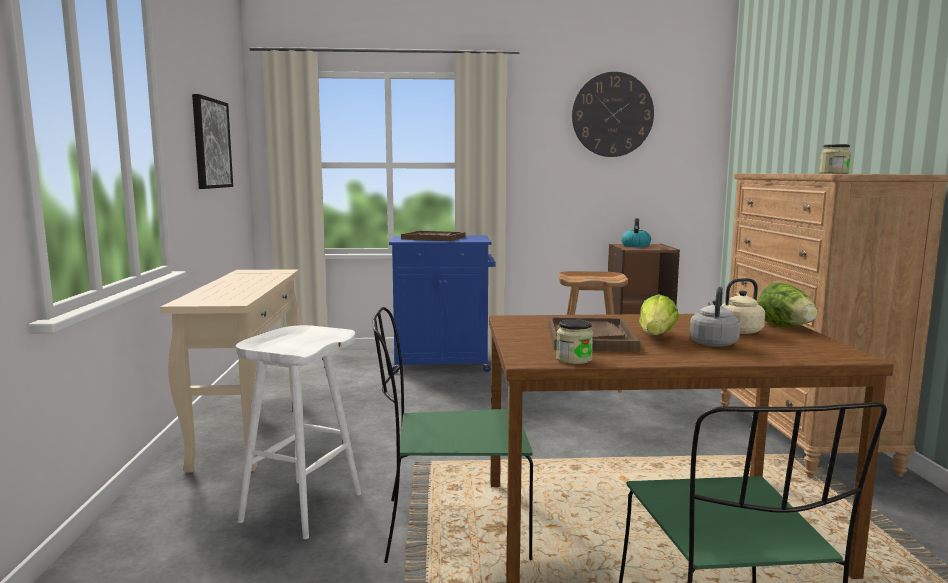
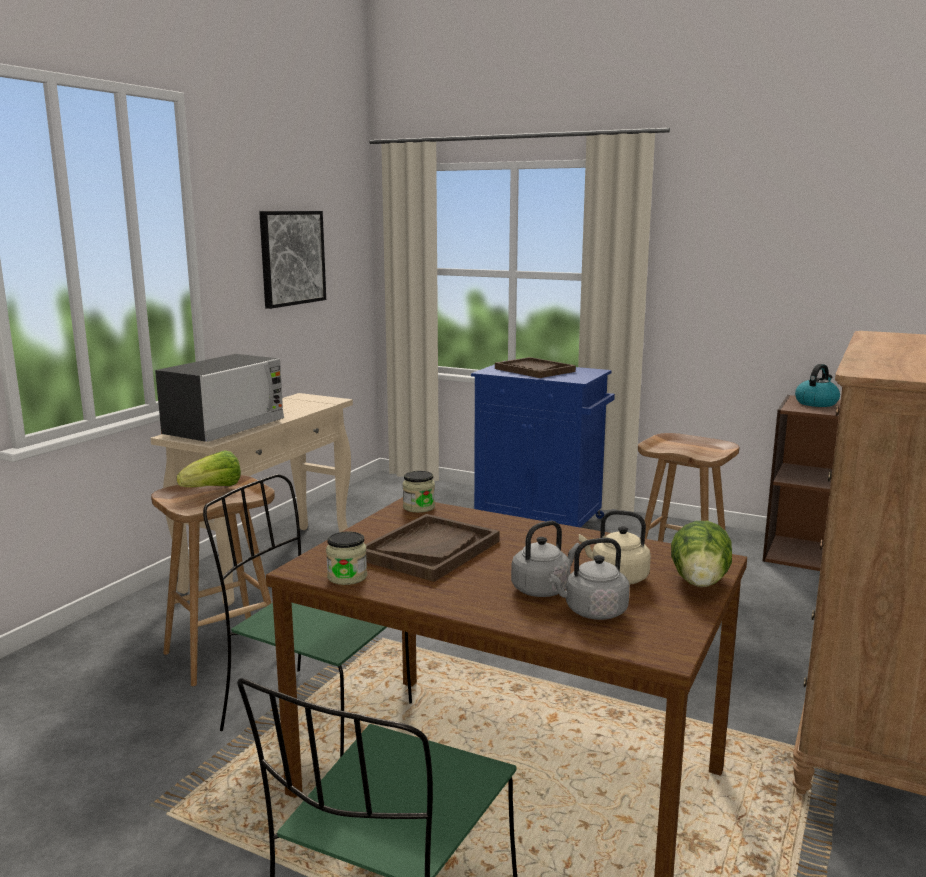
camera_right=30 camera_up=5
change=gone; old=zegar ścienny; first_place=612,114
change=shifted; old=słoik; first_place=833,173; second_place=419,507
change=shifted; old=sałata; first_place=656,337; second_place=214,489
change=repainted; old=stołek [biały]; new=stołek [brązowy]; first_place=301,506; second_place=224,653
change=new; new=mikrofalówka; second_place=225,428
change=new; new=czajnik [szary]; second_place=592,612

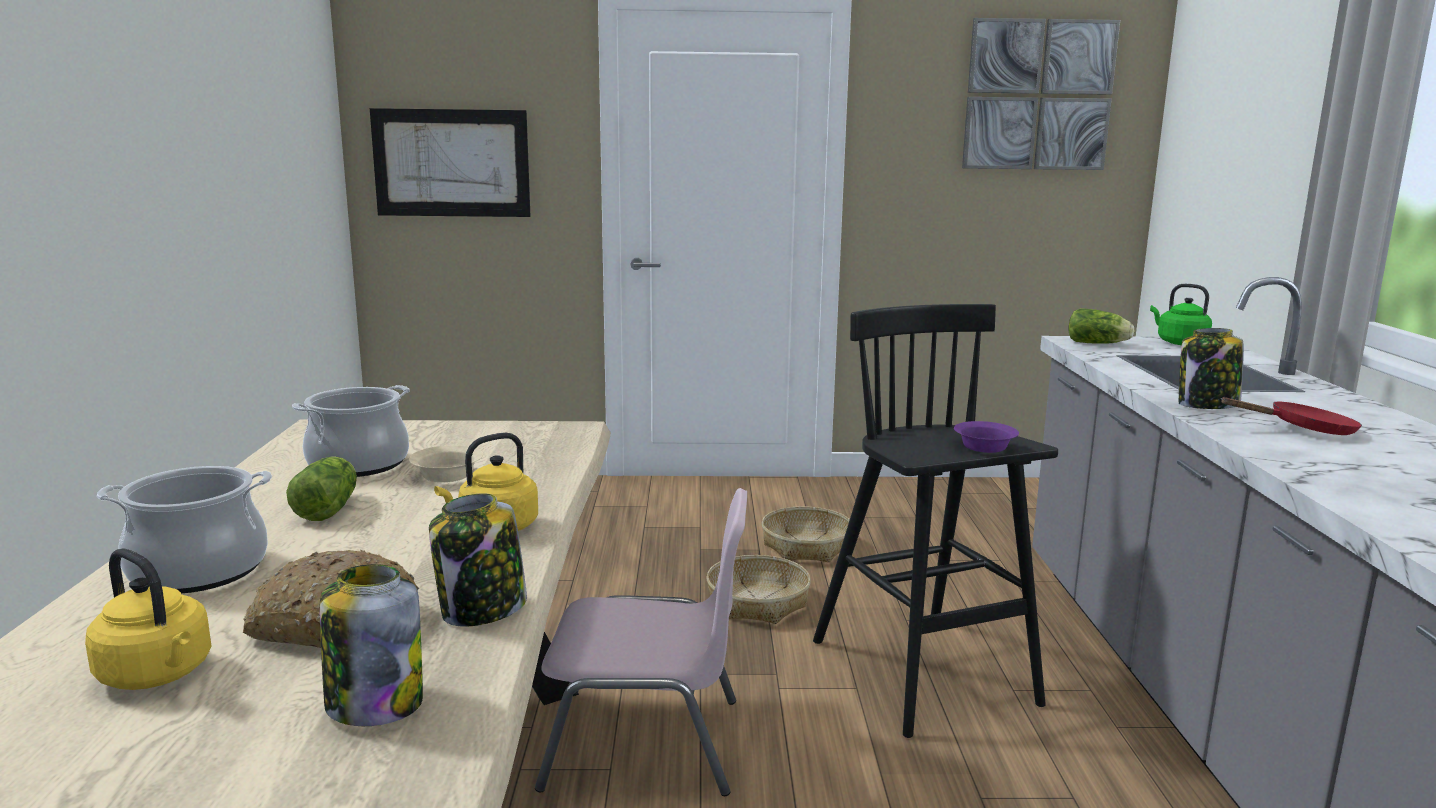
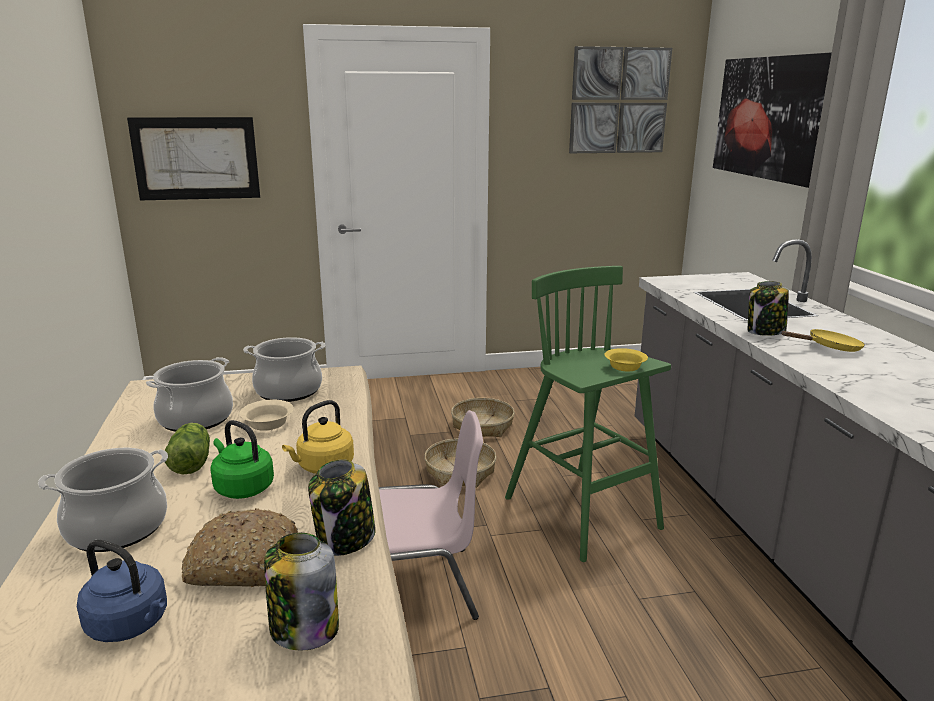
camera_right=-10 camera_up=5
change=shifted; old=czajnik [zielony]; first_place=1179,342; second_place=242,487
change=repainted; old=stołek [czarny]; new=stołek [zielony]; first_place=925,674; second_place=584,514
change=gone; old=sałata; first_place=1099,343
change=repainted; old=patelnia [czerwony]; new=patelnia [żółty]; first_place=1303,429; second_place=829,348
change=repainted; old=miska [fioletowy]; new=miska [żółty]; first_place=985,447; second_place=625,367
change=repainted; old=czajnik [żółty]; new=czajnik [niebieski]; first_place=158,675; second_place=131,624
change=new; new=obraz; second_place=769,118
change=new; new=garnek; second_place=288,391

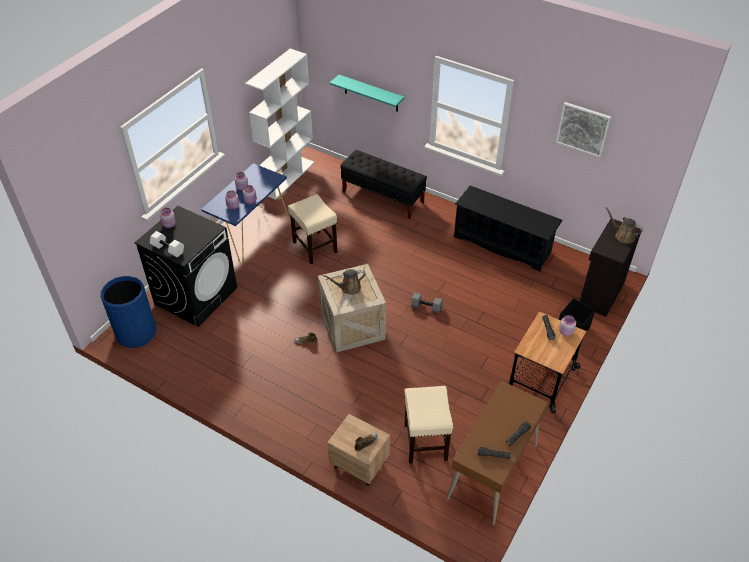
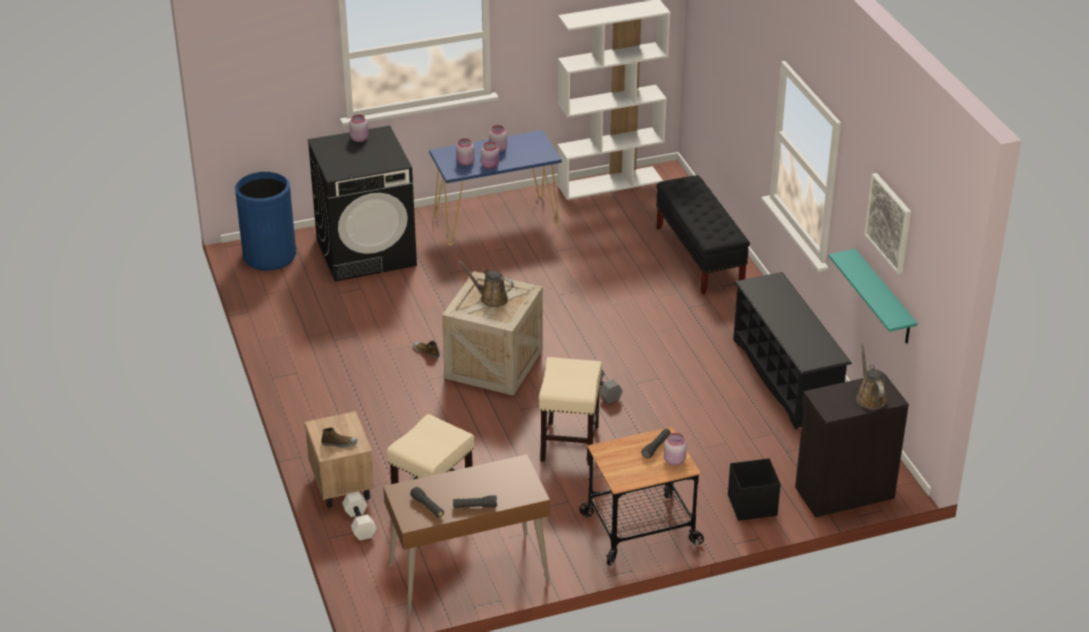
camera_right=40 camera_up=-10
change=shifted; old=półka [turkusowy]; first_place=371,93; second_place=884,298
change=shifted; old=stołek [beżowy]; first_place=314,247; second_place=569,442
change=shifted; old=hantel [biały]; first_place=168,249; second_place=360,524

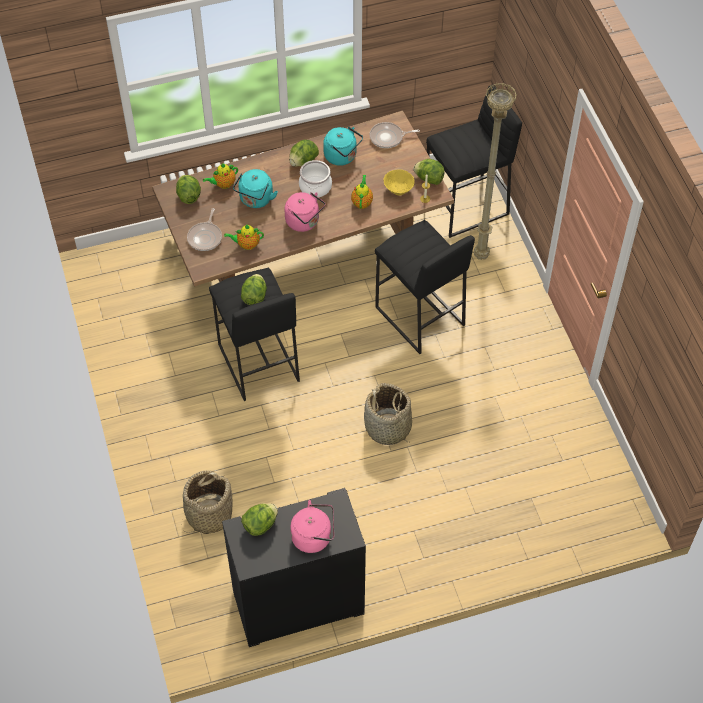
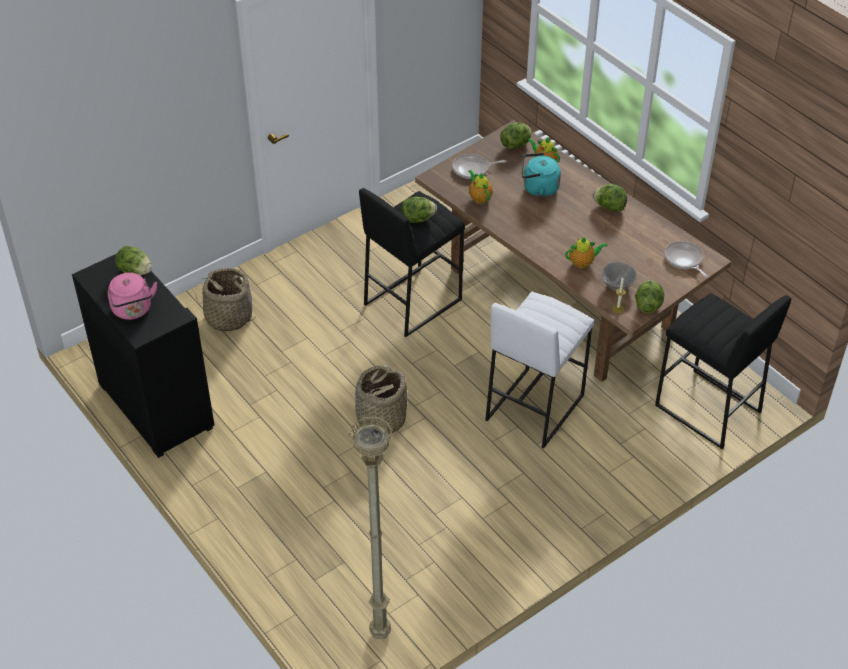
camera_right=70 camera_up=-10
change=shifted; old=lampa stojąca [beżowy]; first_place=482,257; second_place=379,634
change=gone; old=czajnik [turkusowy]; first_place=342,156
change=gone; old=garnek; first_place=315,187
change=repainted; old=miska [żółty]; new=miska [szary]; first_place=398,190; second_place=617,285
change=gone; old=czajnik [różowy]; first_place=304,222
change=repainted; old=stołek [czarny]; new=stołek [biały]; first_place=419,316; second_place=534,407

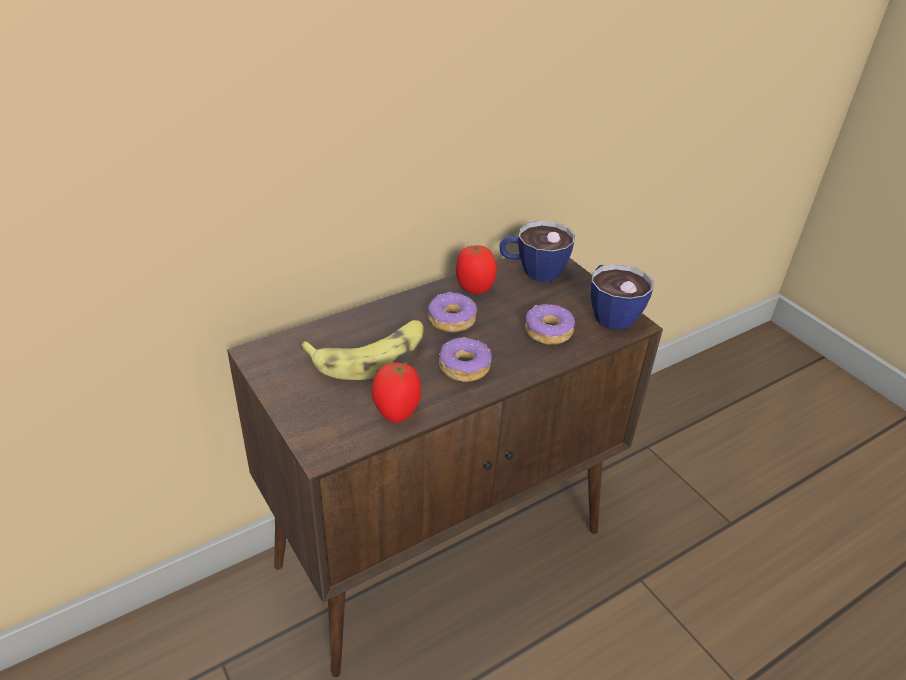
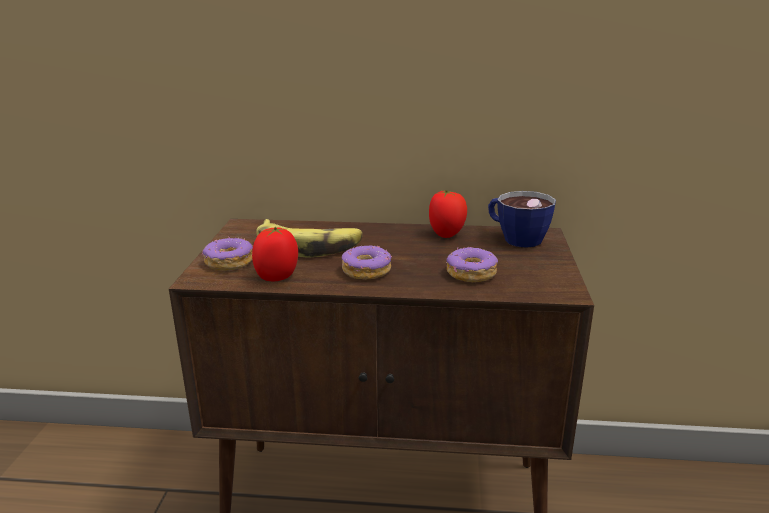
camera_right=40 camera_up=-15
change=gone; old=filiżanka; first_place=609,312
change=shifted; old=donut; first_place=451,320; second_place=228,262

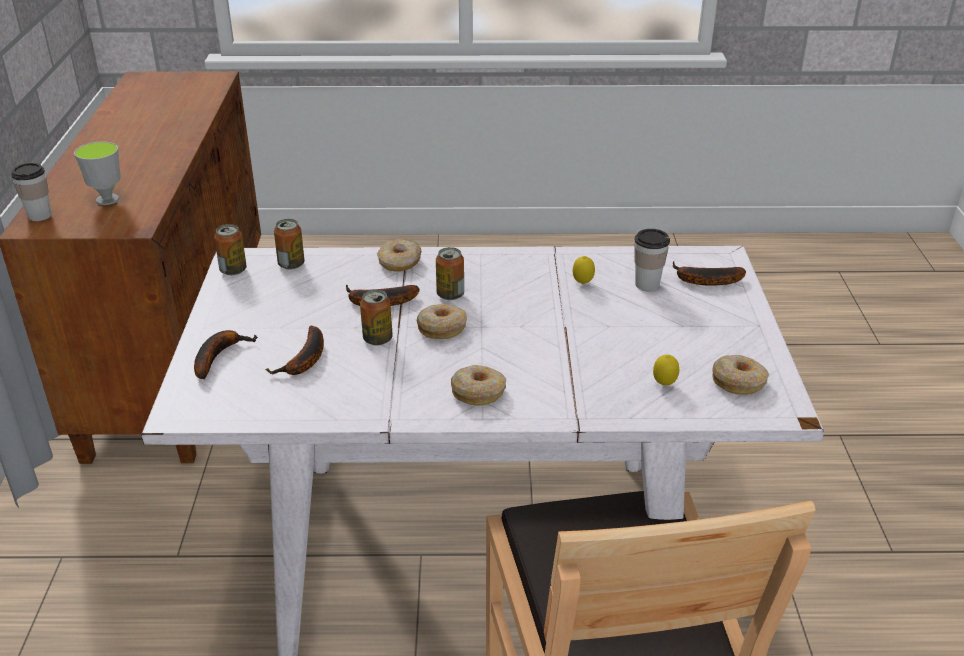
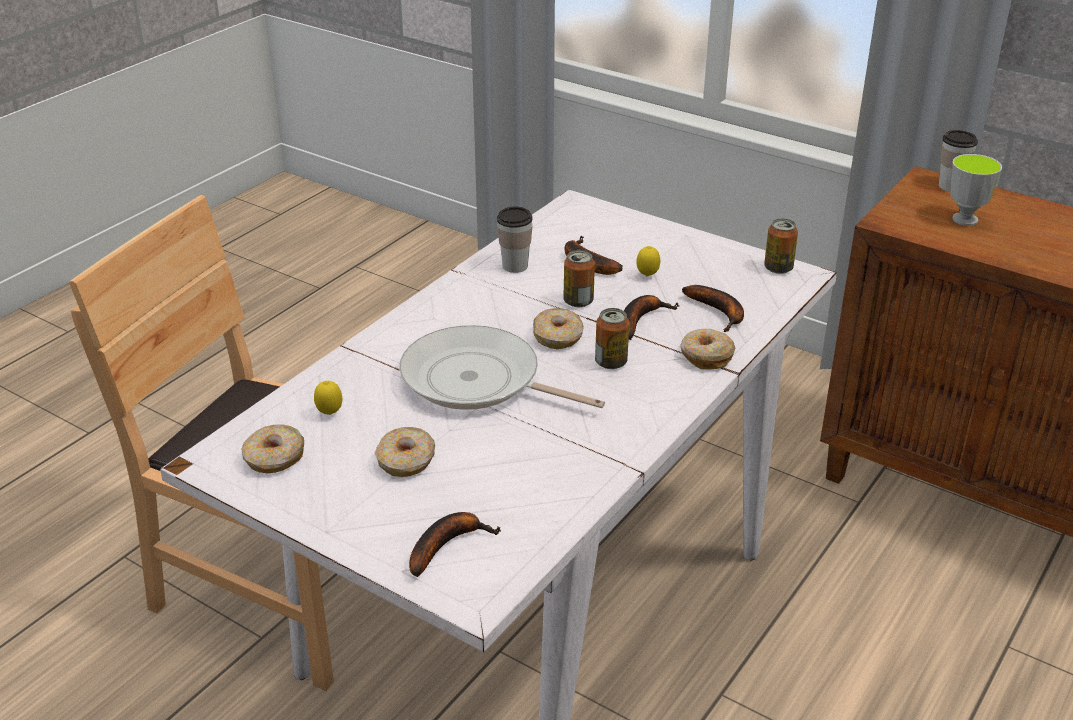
camera_right=125 camera_up=0
change=gone; old=puszka; first_place=291,264
change=shifted; old=filiżanka; first_place=647,284; second_place=515,266
change=shifted; old=cytryna; first_place=582,283; second_place=647,276
change=shifted; old=banan; first_place=218,356; second_place=719,312
change=shifted; old=donut; first_place=478,392; second_place=406,461
change=new; new=patelnia; second_place=478,381

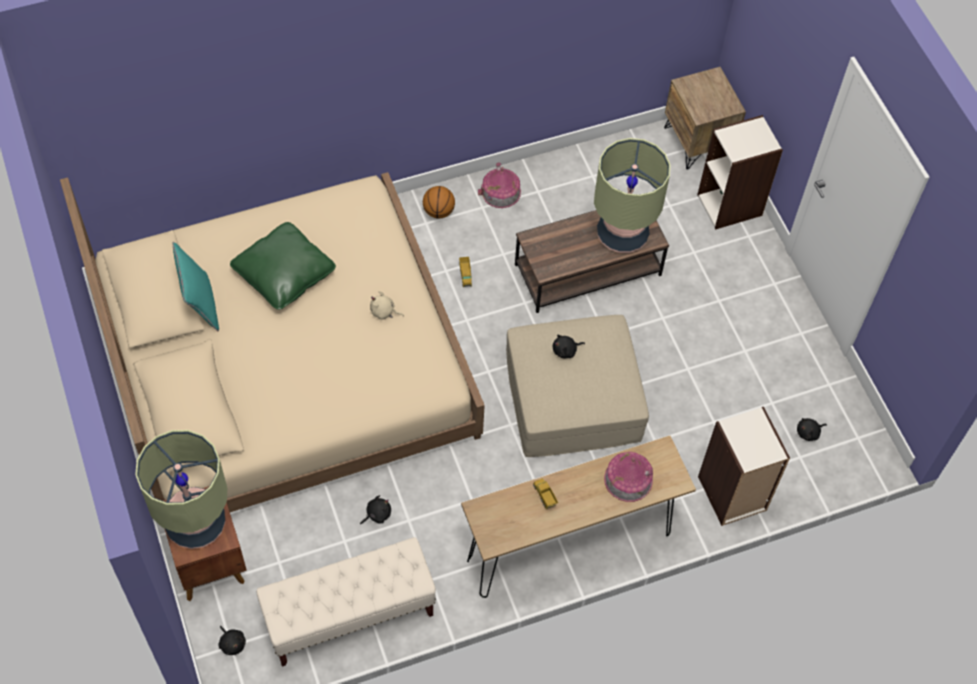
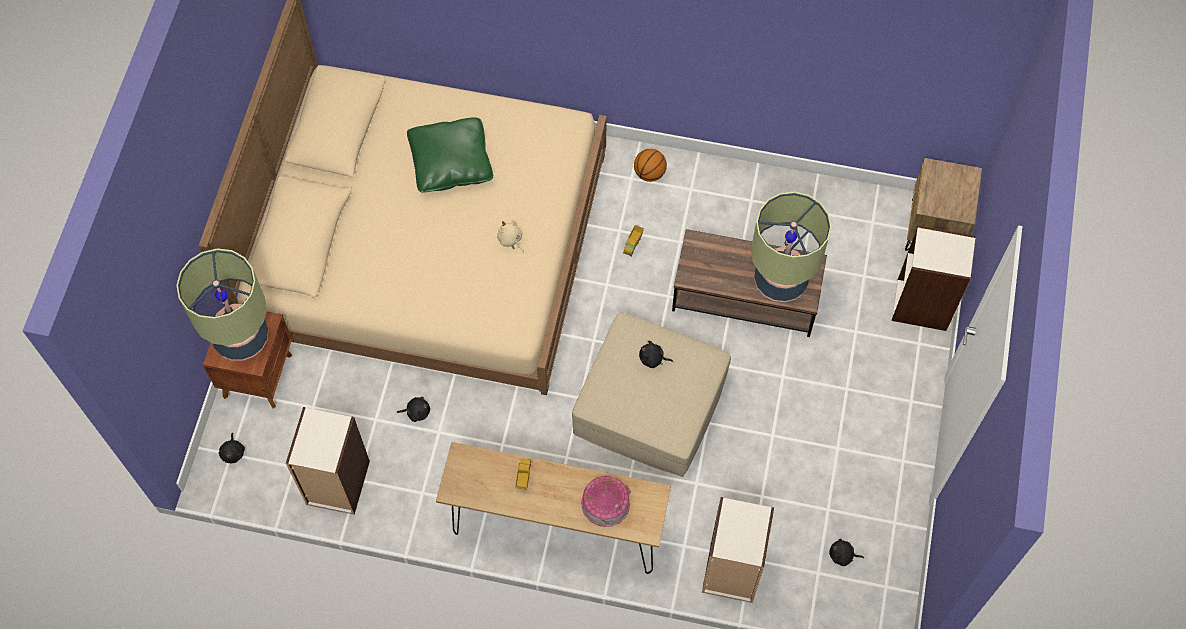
camera_right=35 camera_up=5
change=gone; old=domek; first_place=500,191
change=gone; old=poduszka [turkusowy]; first_place=200,305
change=swapped; old=ławka [beżowy]; new=regał; first_place=349,615; second_place=337,483

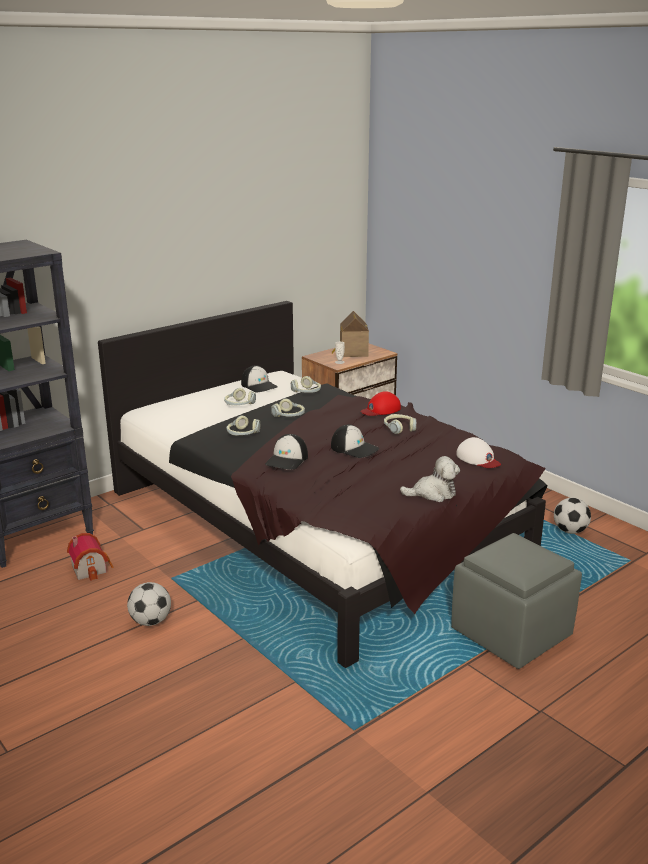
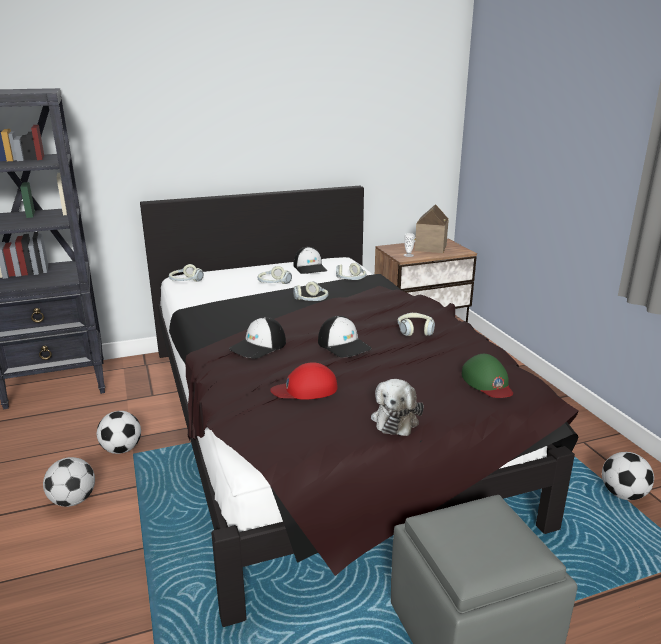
camera_right=20 camera_up=0
change=shifted; old=czapka z daszkiem [czerwony]; first_place=380,409; second_place=305,389
change=shifted; old=słuchawki; first_place=242,434; second_place=185,281
change=repainted; old=czapka z daszkiem [biały]; new=czapka z daszkiem [zielony]; first_place=478,459; second_place=487,382
change=rotated; old=pluszak; first_place=433,493; second_place=395,419; degrees=90
change=gone; old=domek; first_place=91,568
change=new; new=piłka futbolowa; second_place=122,449

